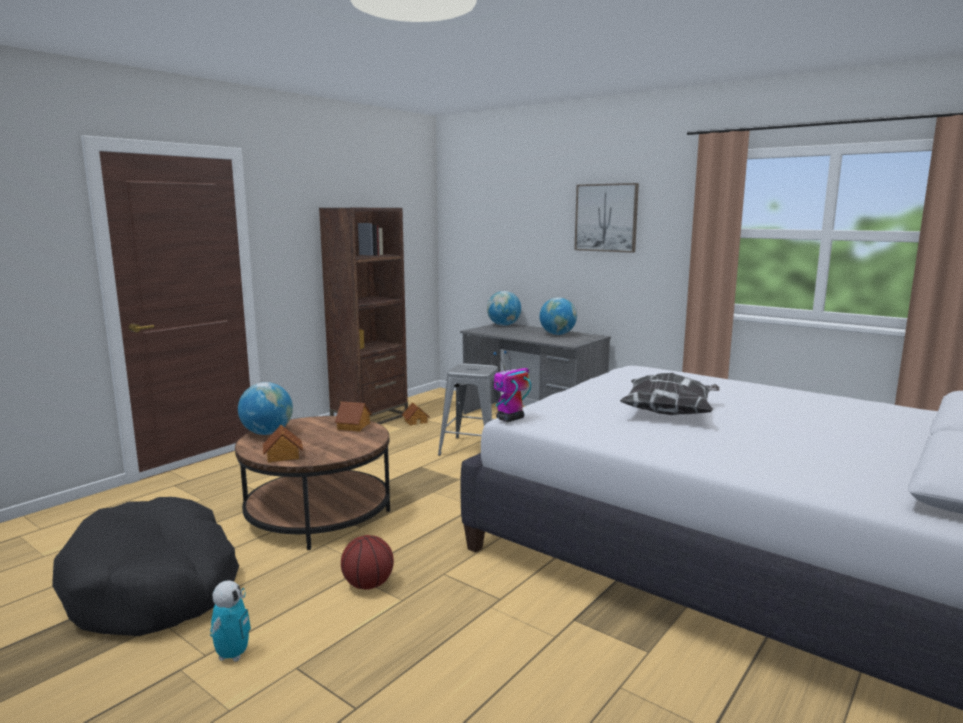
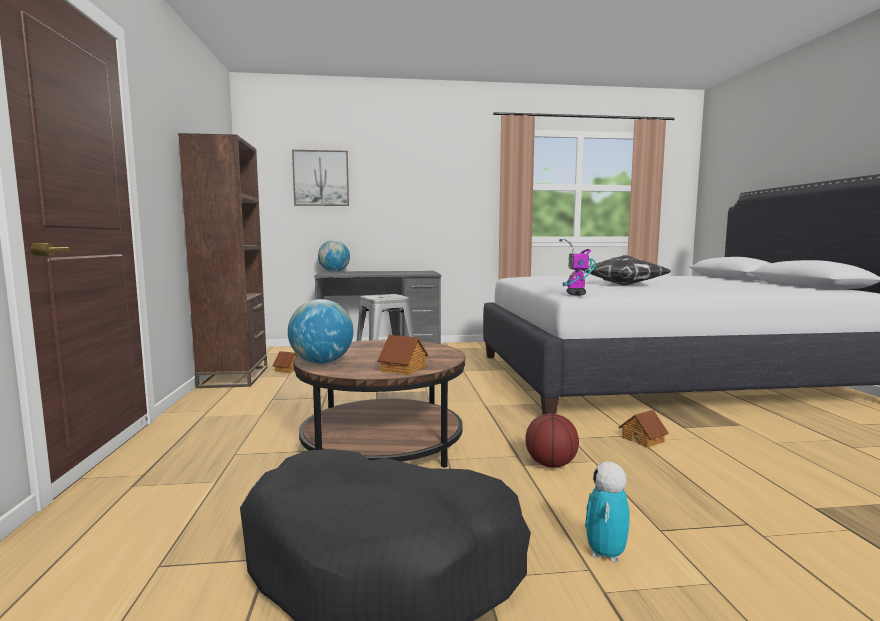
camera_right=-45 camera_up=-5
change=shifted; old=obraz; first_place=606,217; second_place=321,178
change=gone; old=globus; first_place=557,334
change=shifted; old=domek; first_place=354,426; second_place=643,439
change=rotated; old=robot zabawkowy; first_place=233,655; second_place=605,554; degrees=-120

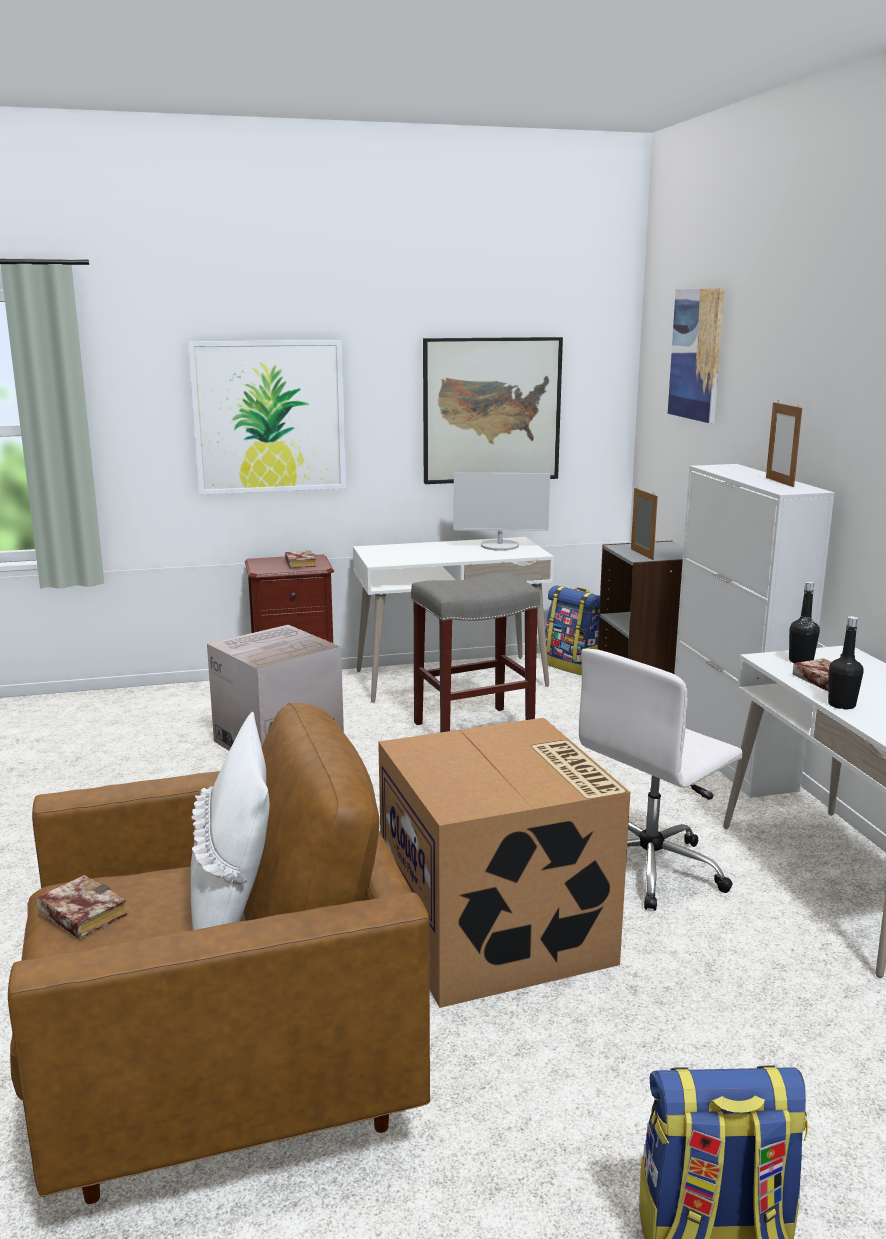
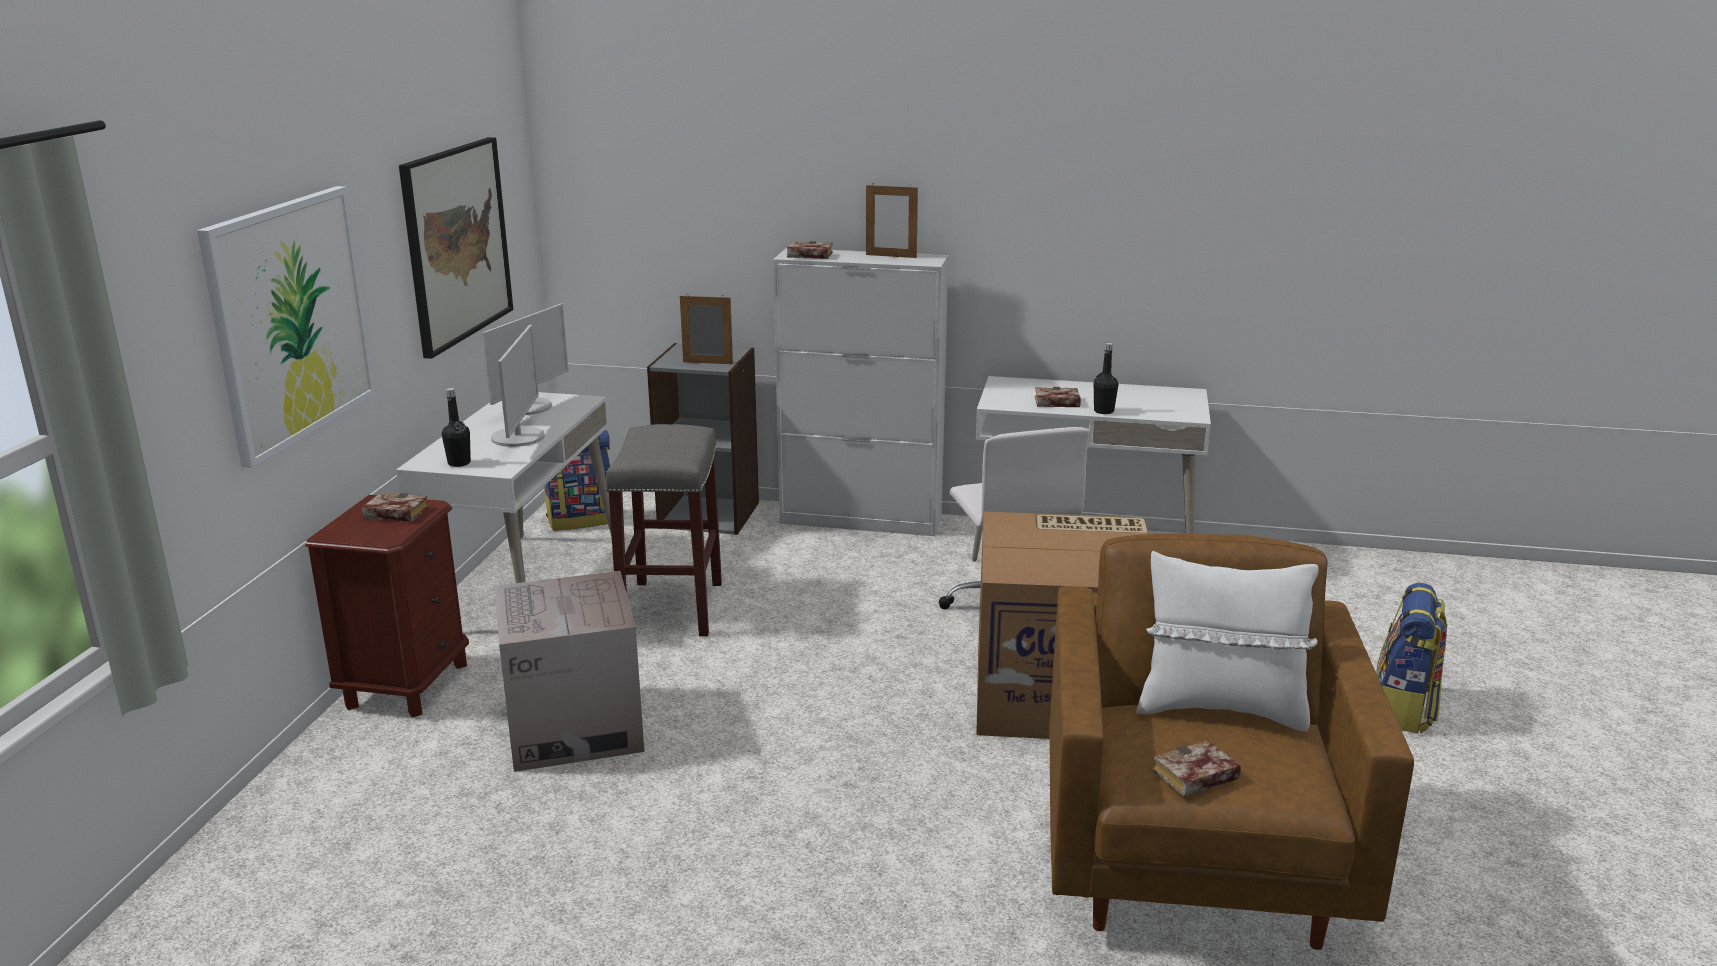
camera_right=-65 camera_up=5
change=gone; old=obraz; first_place=696,354
change=shifted; old=butelka [czarny]; first_place=801,661; second_place=459,463
change=new; new=książka; second_place=807,255
change=new; new=monitor; second_place=519,437

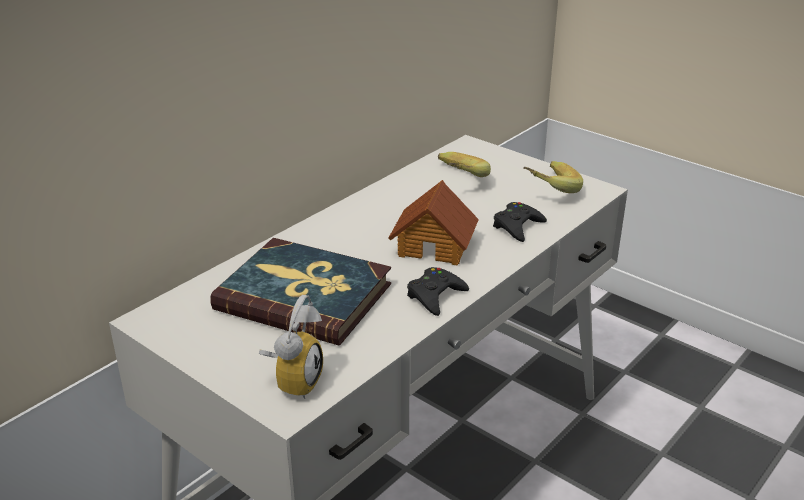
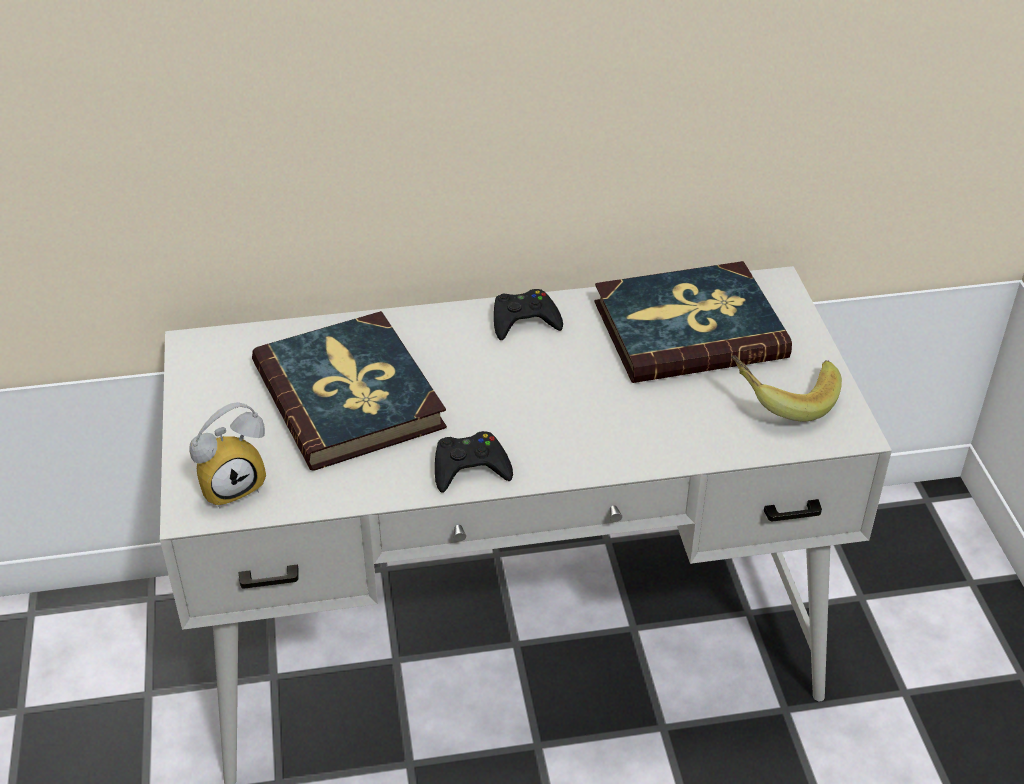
camera_right=40 camera_up=10
change=swapped; old=banan; new=książka; first_place=455,180; second_place=688,329
change=gone; old=domek; first_place=434,245
change=shifted; old=pad do gier [czarny]; first_place=517,226; second_place=524,321

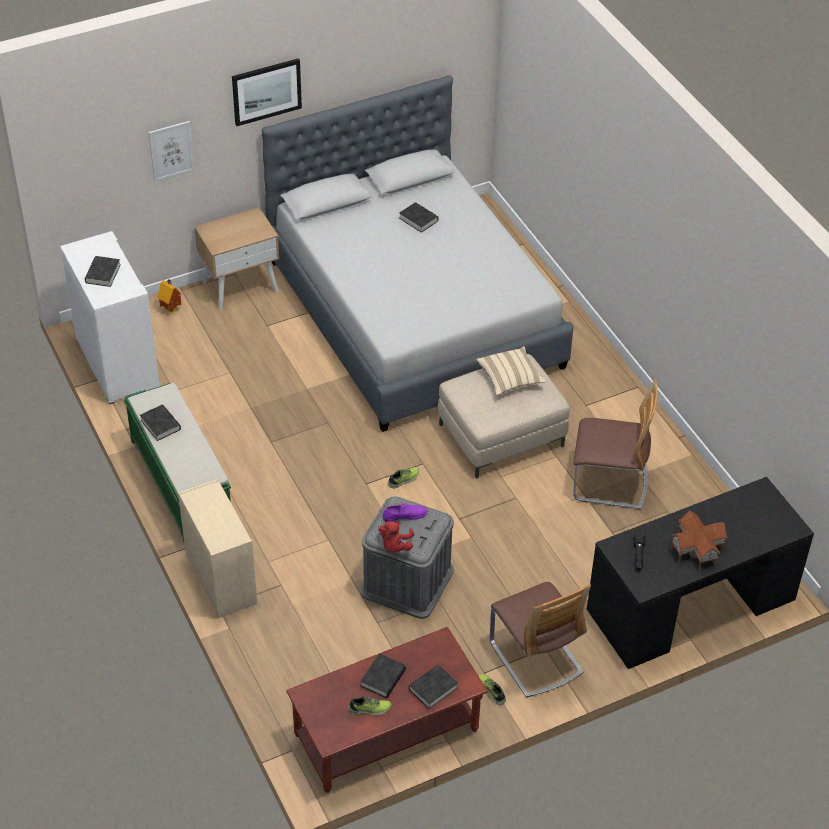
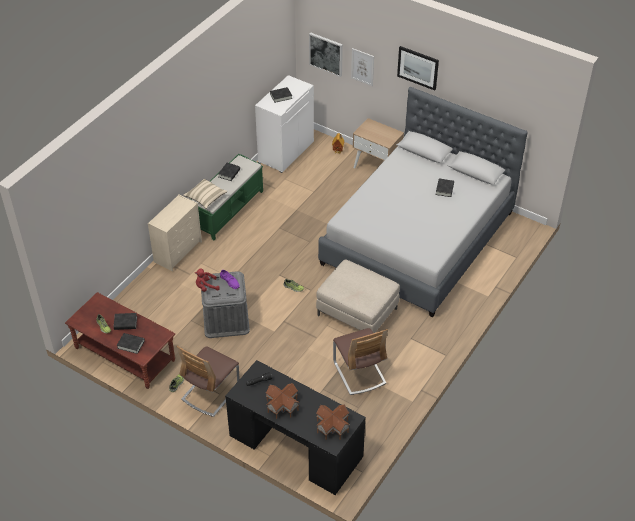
camera_right=60 camera_up=0
change=shifted; old=poduszka [beżowy]; first_place=510,378; second_place=205,198
change=new; new=obraz; second_place=326,54
change=new; new=domek; second_place=333,426

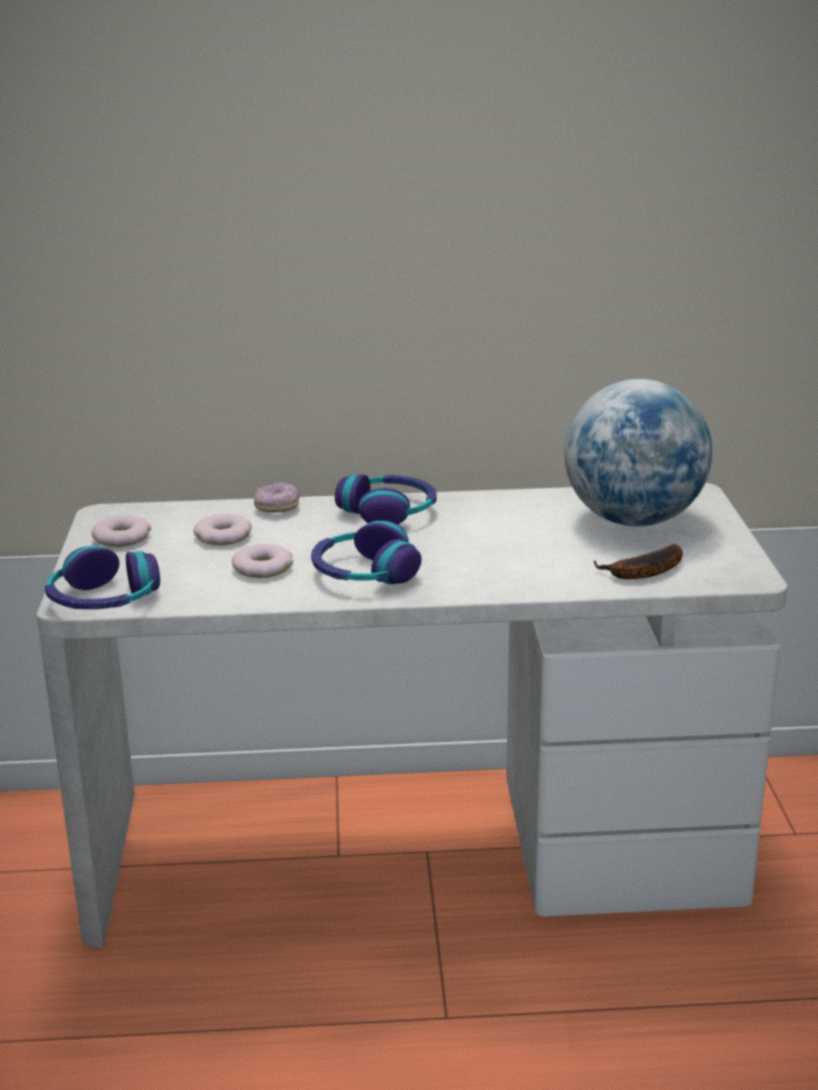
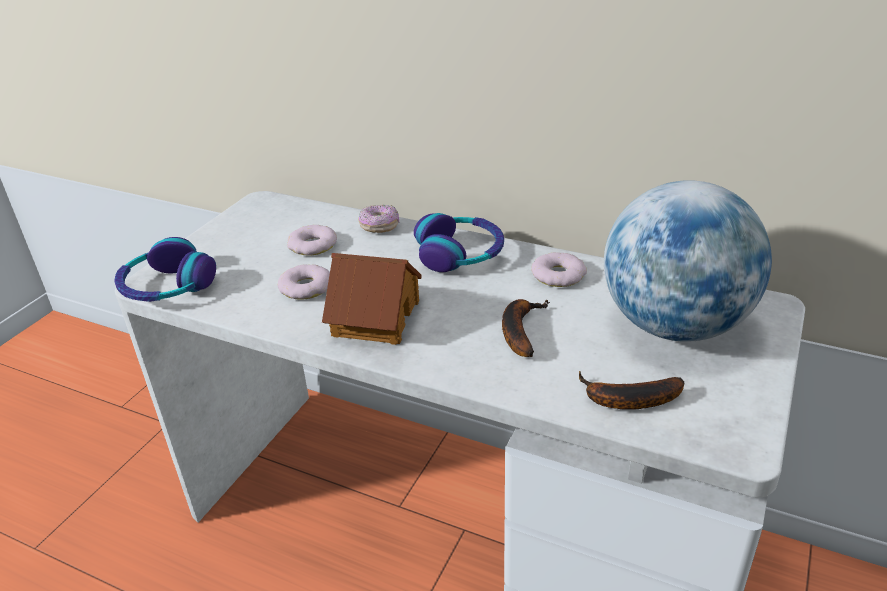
camera_right=30 camera_up=10
change=shifted; old=donut; first_place=122,537; second_place=558,275
change=swapped; old=słuchawki; new=domek; first_place=364,573; second_place=374,317
change=new; new=banan; second_place=519,330

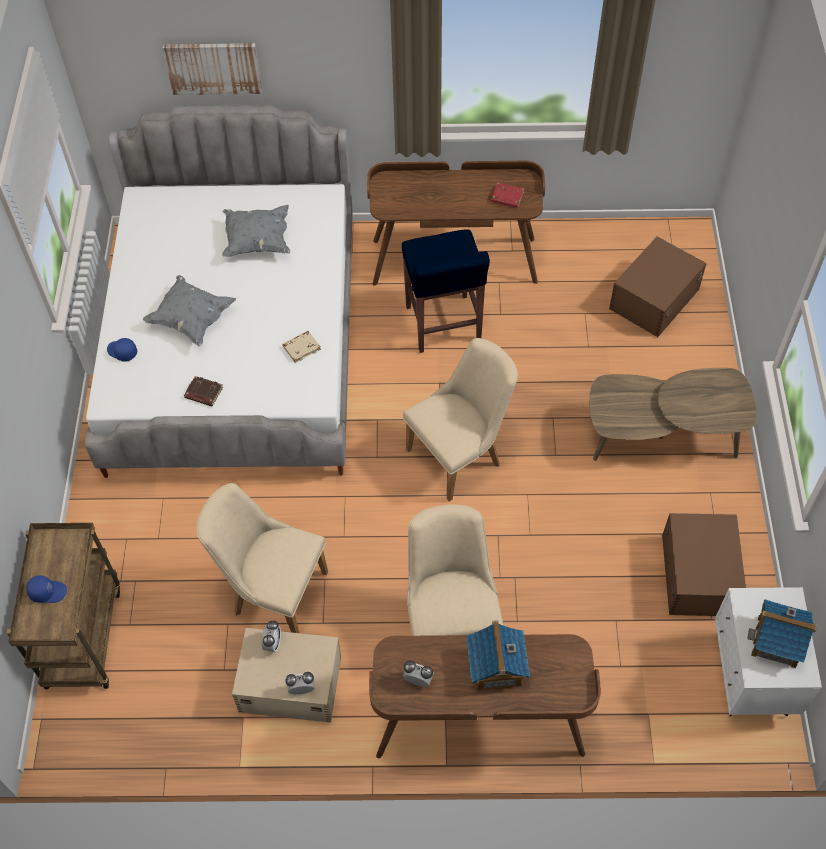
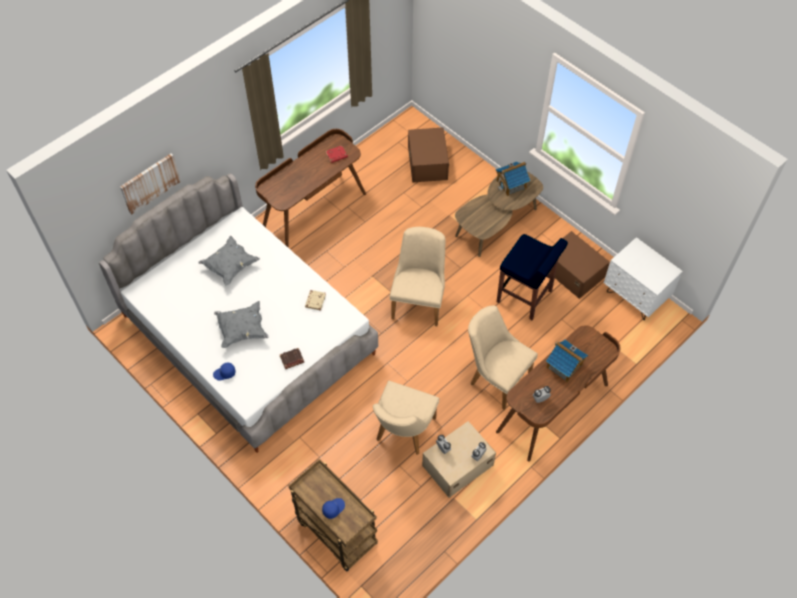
camera_right=-45 camera_up=0
change=shifted; old=stołek [niebieski]; first_place=443,325; second_place=525,297
change=rotated; old=krzesło [beżowy]; first_place=272,591; second_place=402,433; degrees=-45
change=shifted; old=domek; first_place=777,642; second_place=511,184

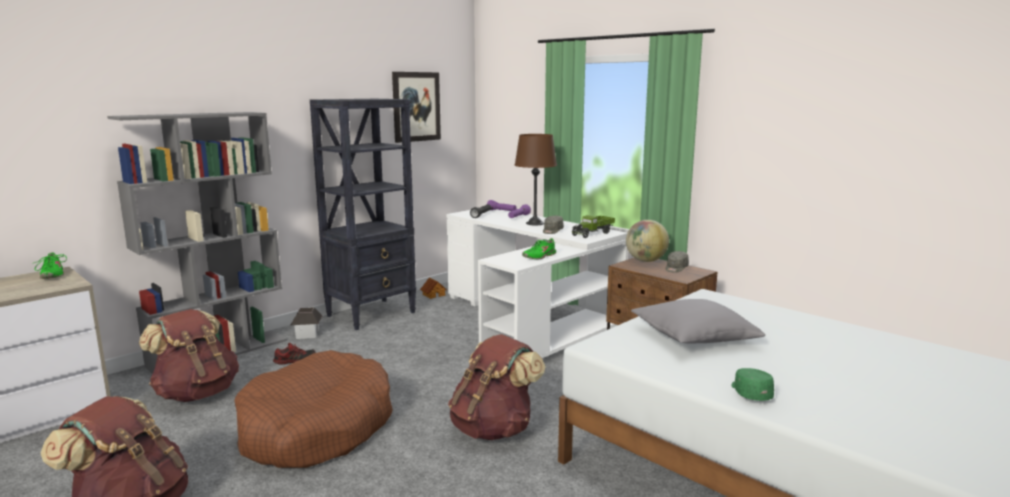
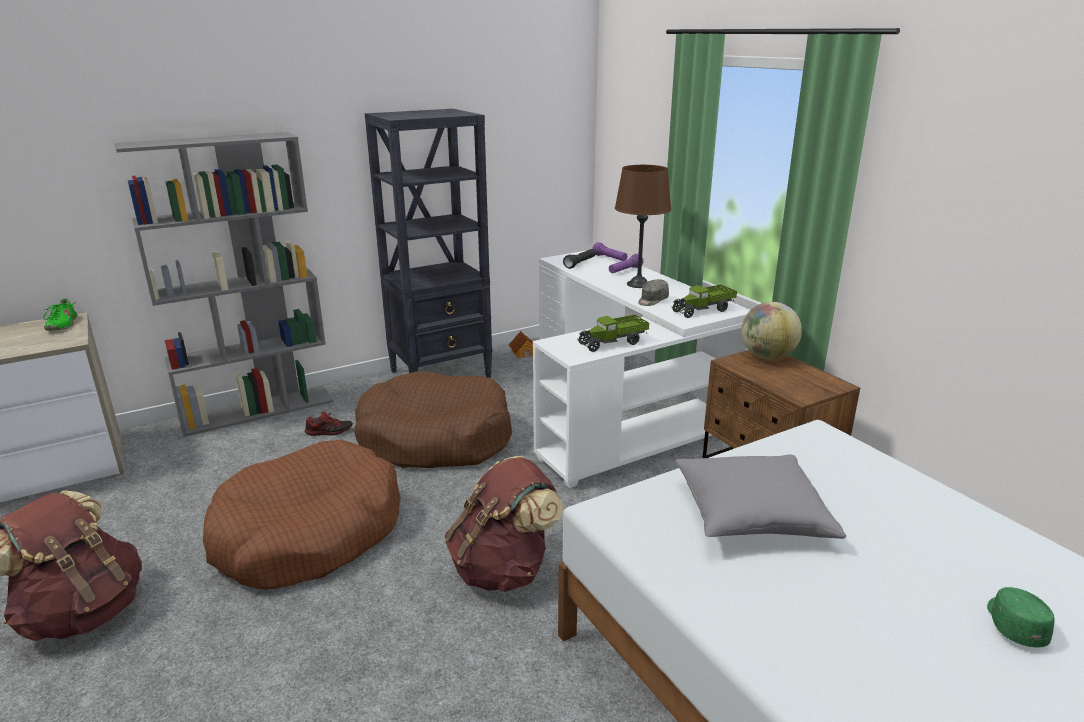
camera_right=15 camera_up=10
change=gone; old=obraz; first_place=416,106
change=swapped; old=but [zielony]; new=ciężarówka zabawkowa; first_place=539,256; second_place=613,343
change=gone; old=czapka z daszkiem [szary]; first_place=676,268
change=gone; old=domek; first_place=307,334
change=gone; old=plecak [brązowy]; first_place=196,393
change=shifted; old=czapka z daszkiem [zielony]; first_place=750,393; second_place=1014,624
change=new; new=legowisko [brązowy]; second_place=435,438

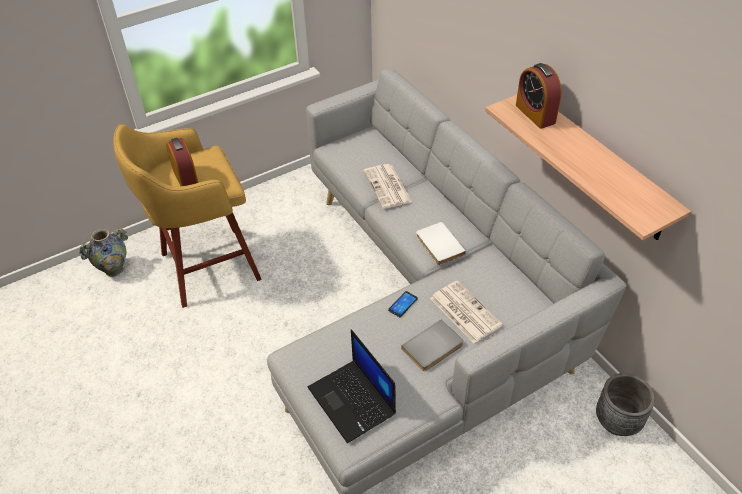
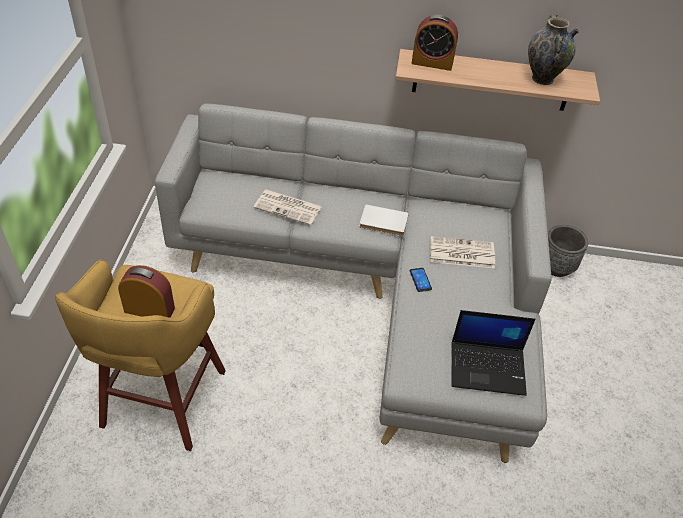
camera_right=-55 camera_up=0
change=shifted; old=wazon; first_place=114,270; second_place=542,78
change=gone; old=książka [szary]; first_place=434,348

